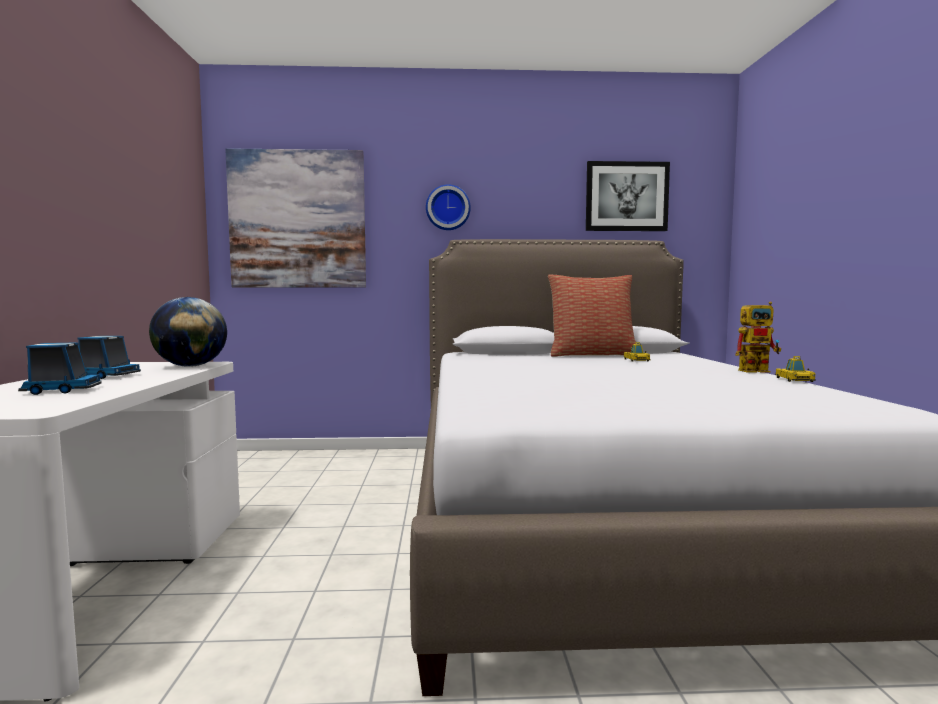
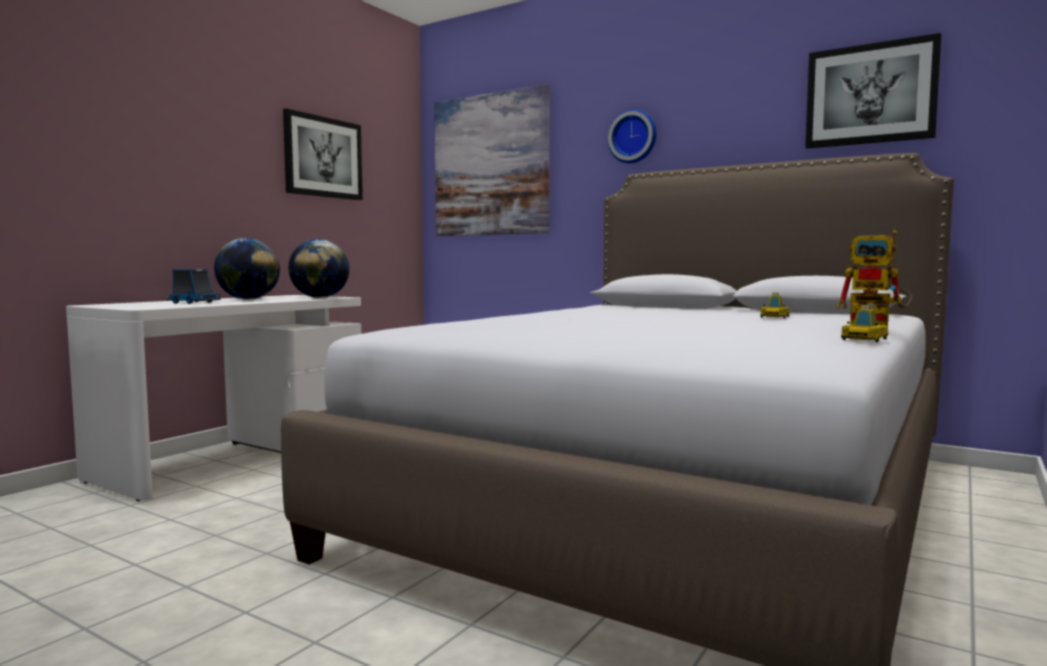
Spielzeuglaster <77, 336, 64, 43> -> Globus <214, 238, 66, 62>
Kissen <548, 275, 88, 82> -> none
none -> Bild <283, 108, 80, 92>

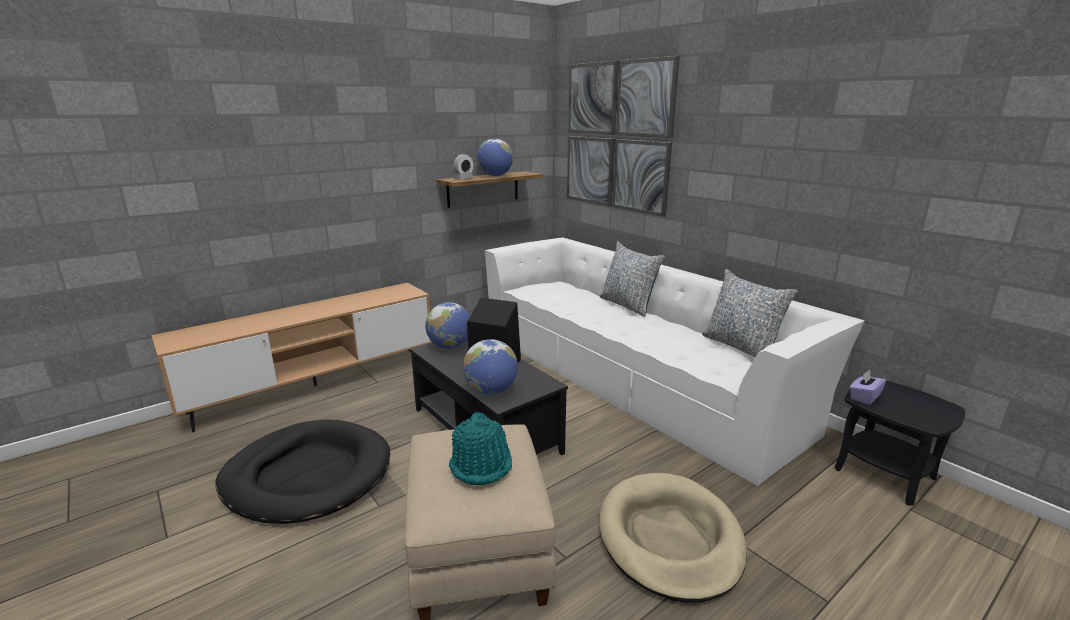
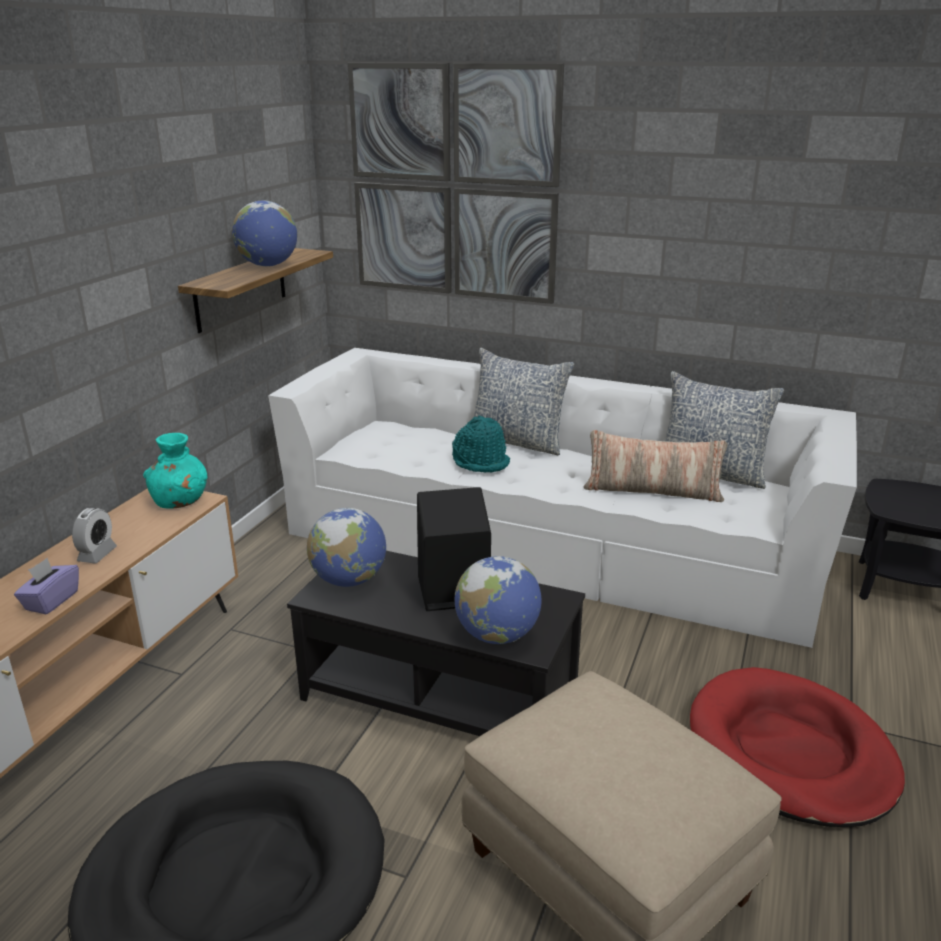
Hut/türkis <449, 412, 63, 73> -> Hut/türkis <452, 416, 58, 57>, shifted
Wecker <454, 154, 20, 25> -> Wecker <72, 508, 45, 56>, shifted
Hundebett/beige <599, 473, 148, 130> -> Hundebett/rot <690, 667, 215, 160>
Taschentuchbox/lila <850, 370, 36, 35> -> Taschentuchbox/lila <14, 558, 65, 56>, shifted
none -> Vase/türkis <143, 433, 64, 76>
none -> Kissen <584, 430, 143, 72>

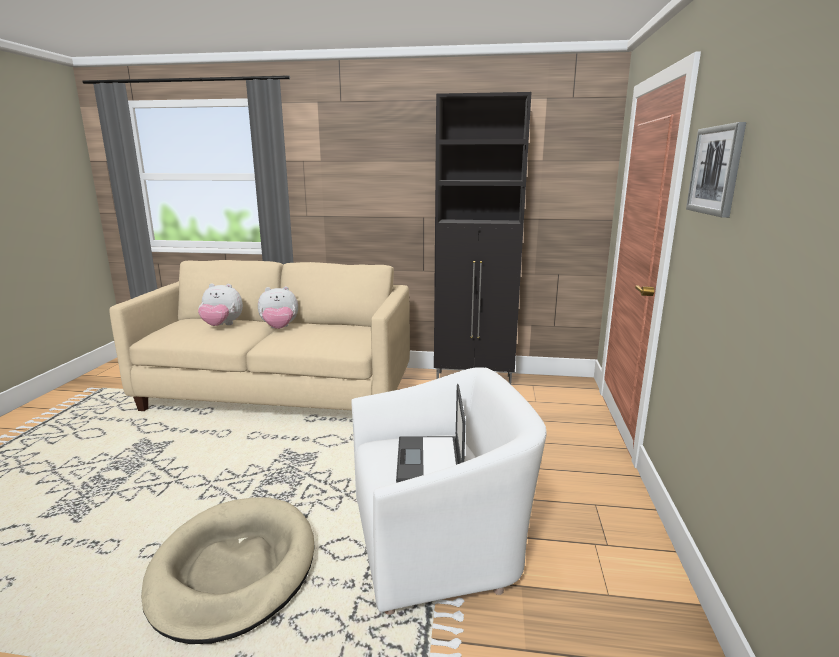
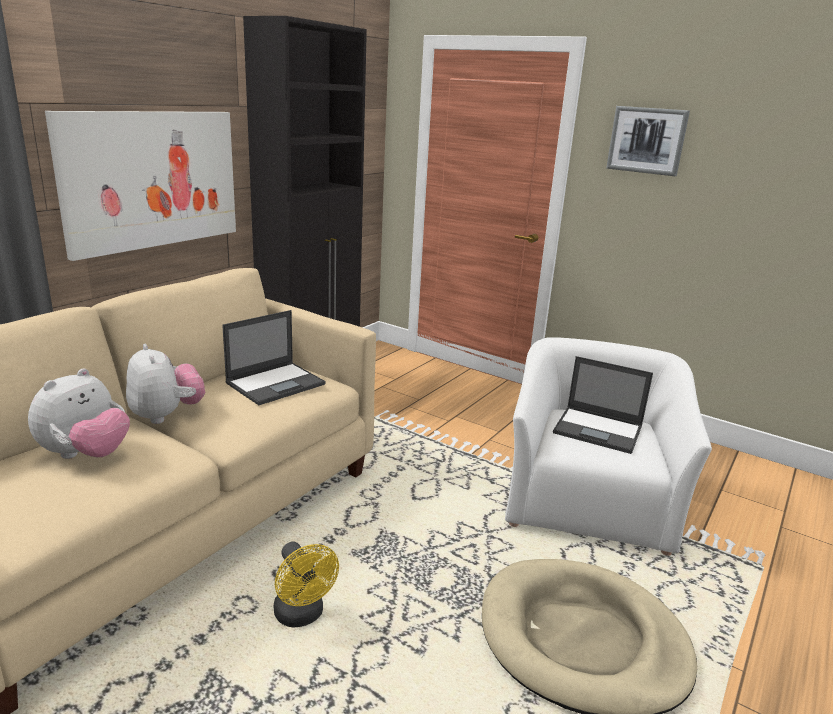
Plüschtier <258, 286, 40, 43> -> Plüschtier <126, 344, 79, 80>, 45 degrees counterclockwise
none -> Bild <45, 111, 191, 150>
none -> Laptop <222, 310, 104, 95>
none -> Ventilator/gelb <274, 541, 65, 86>

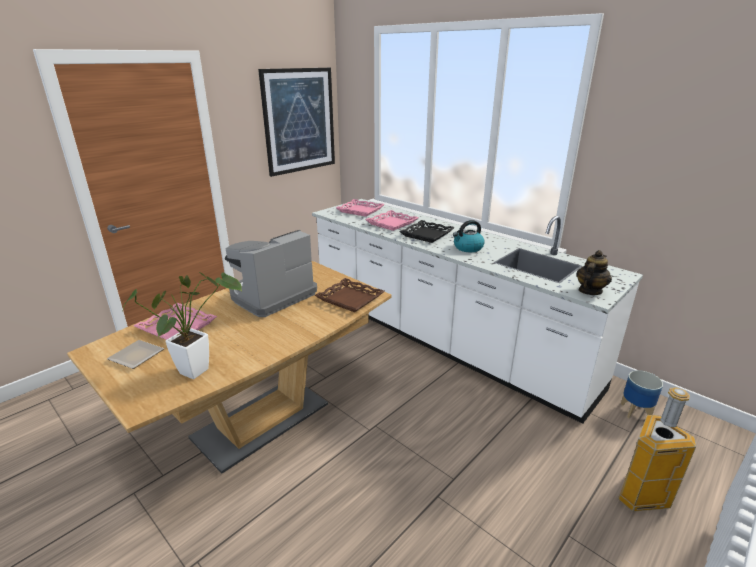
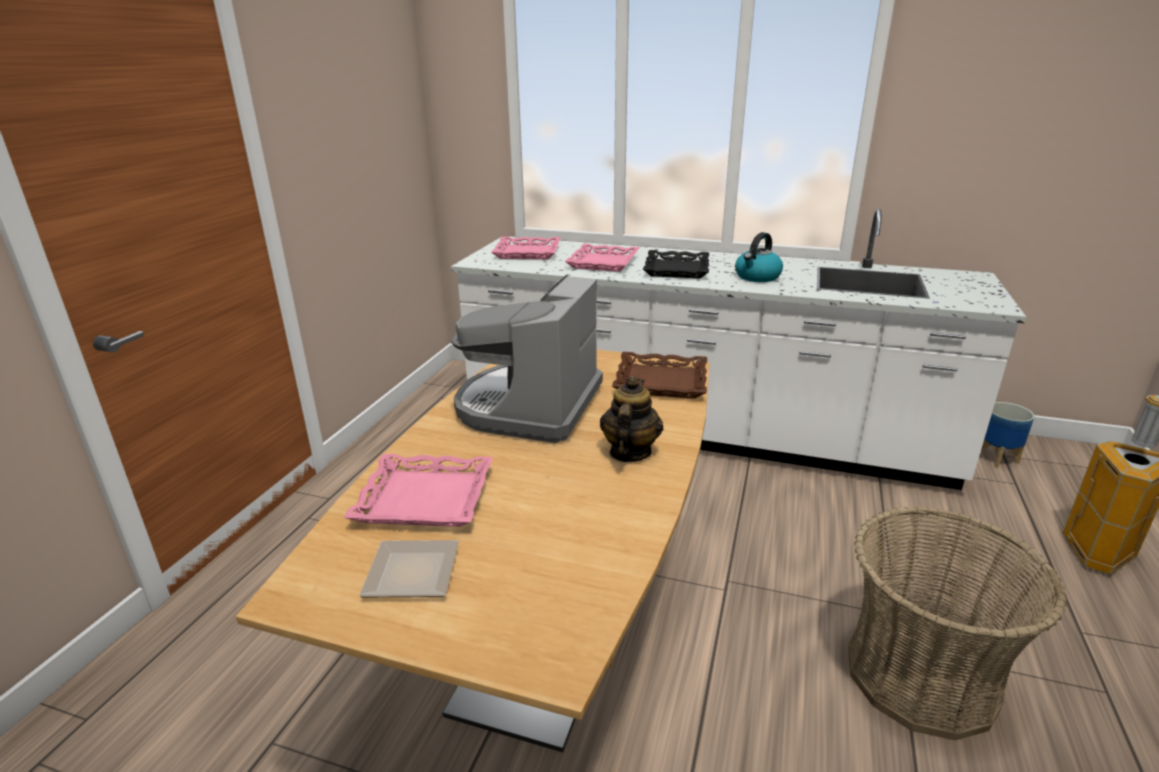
Topfpflanze <123, 272, 119, 107> -> none
Bild <258, 68, 77, 109> -> none
Teekanne <576, 250, 36, 45> -> Teekanne <600, 376, 64, 86>, shifted
none -> Korb <848, 507, 219, 233>

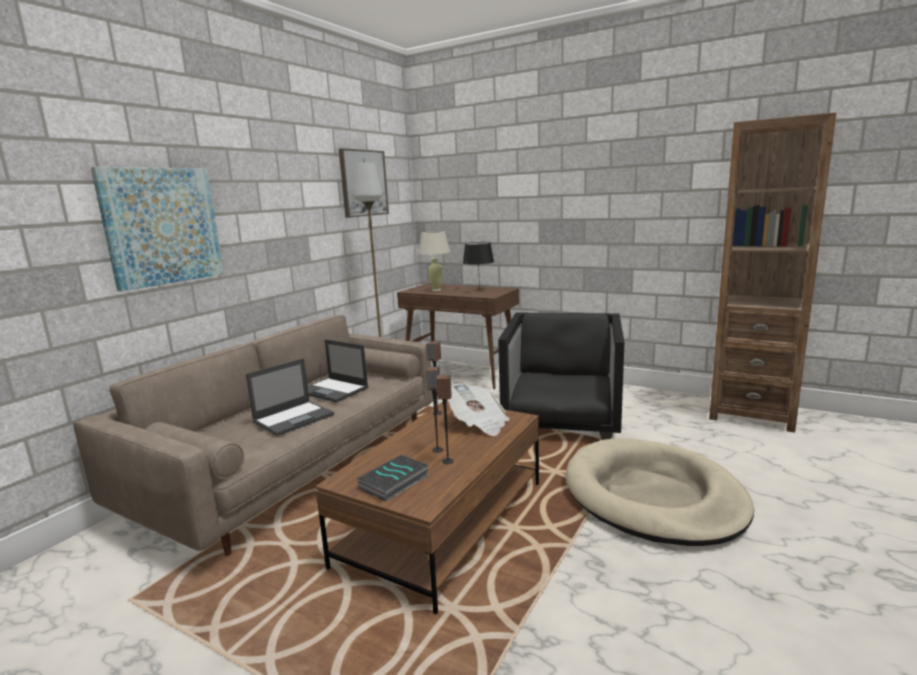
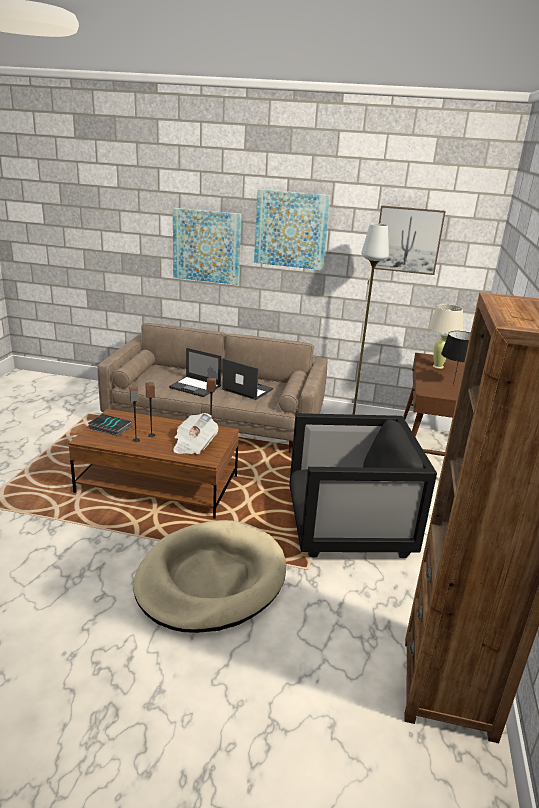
Laptop <308, 339, 60, 63> -> Laptop <222, 358, 51, 42>, 105 degrees clockwise
none -> Bild <254, 189, 77, 81>

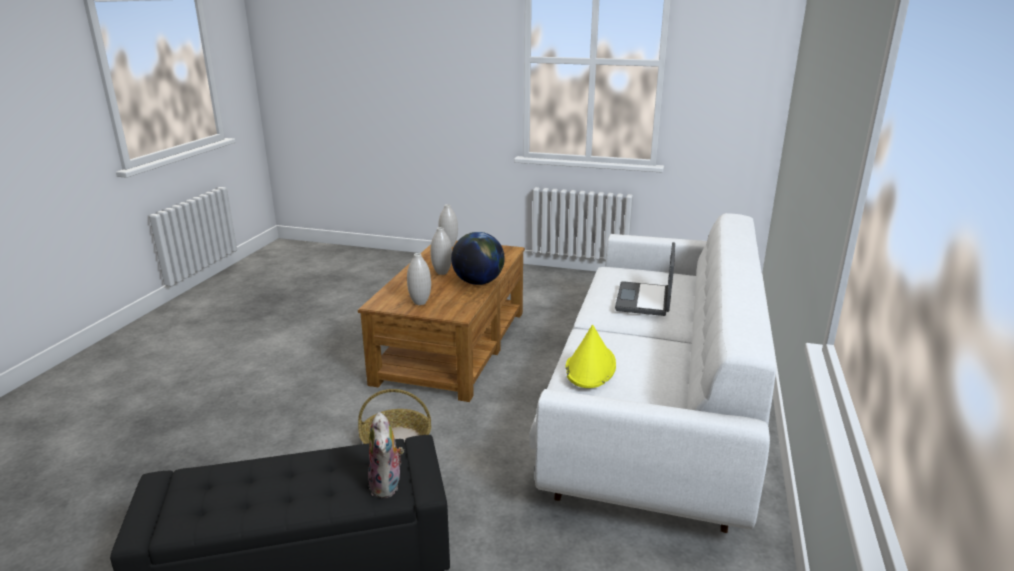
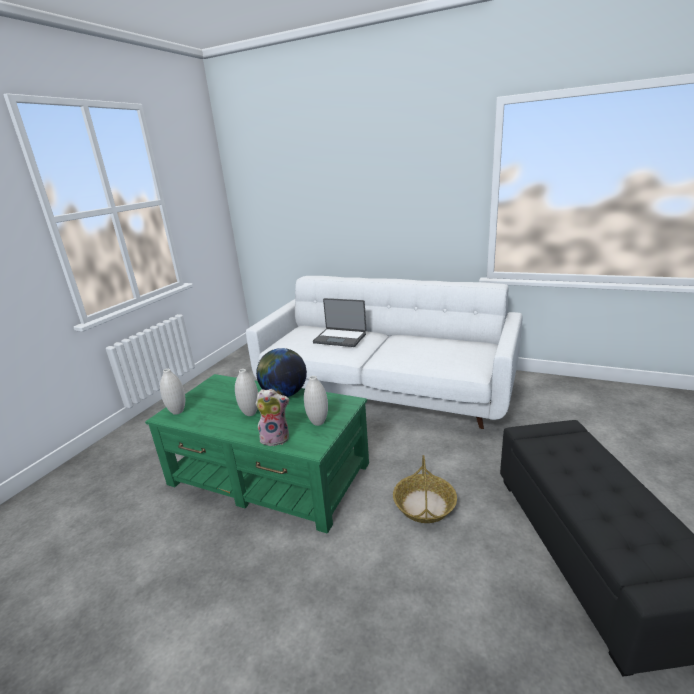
Couchtisch/braun <358, 241, 167, 161> -> Couchtisch/grün <145, 374, 224, 160>
Plüschtier <368, 412, 36, 86> -> Plüschtier <255, 389, 34, 57>, shifted
Hut/gelb <565, 325, 51, 63> -> none

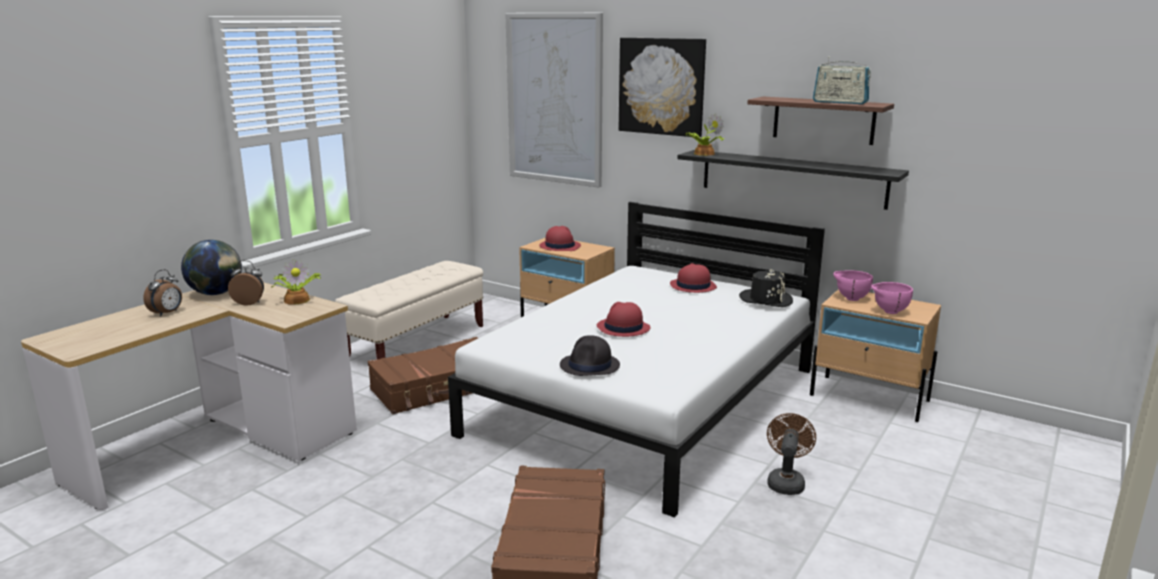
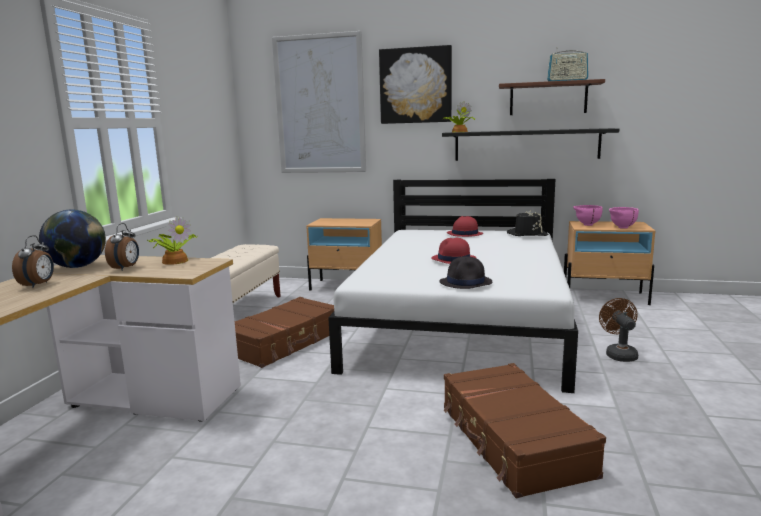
Wecker <228, 260, 36, 46> -> Wecker <105, 223, 34, 48>, 120 degrees clockwise
Hut/rot <540, 226, 41, 25> -> none

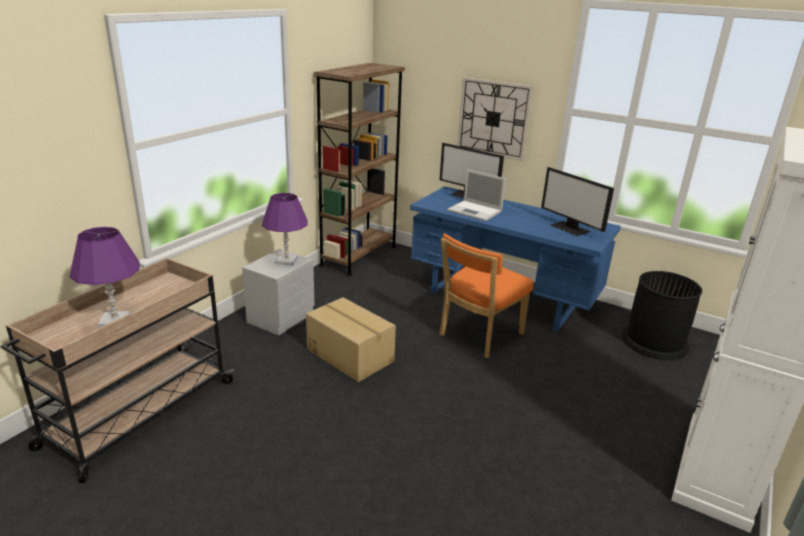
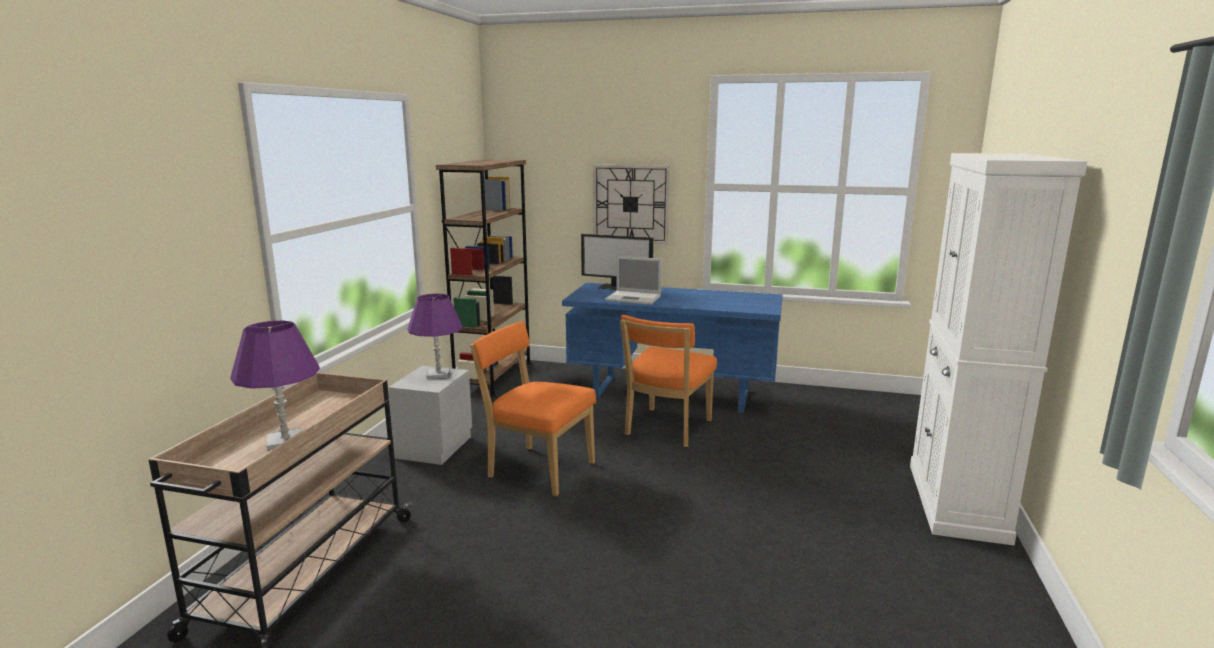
Karton <306, 297, 90, 85> -> Stuhl/orange <470, 321, 126, 176>
Monitor <541, 167, 73, 69> -> none
Mülleimer/schwarz <622, 271, 80, 89> -> none

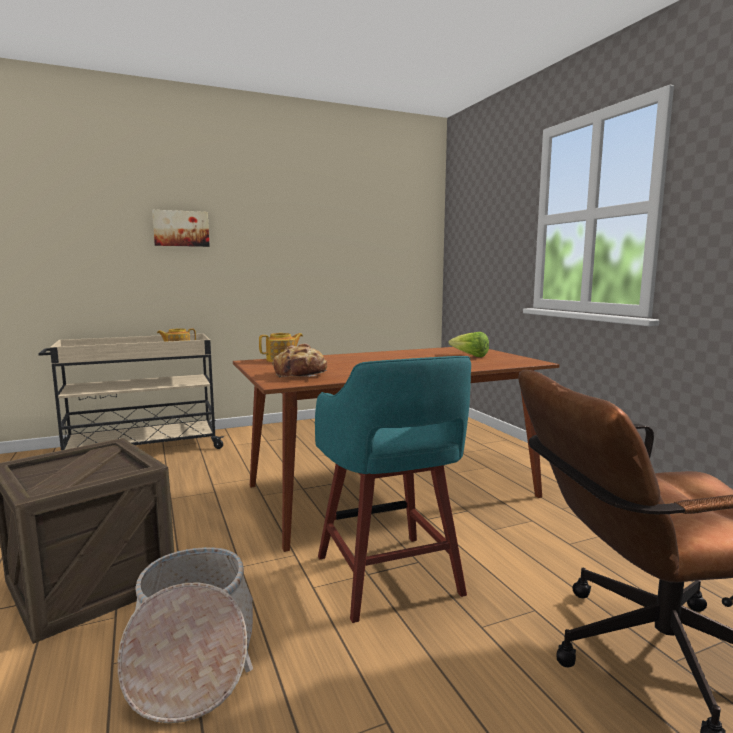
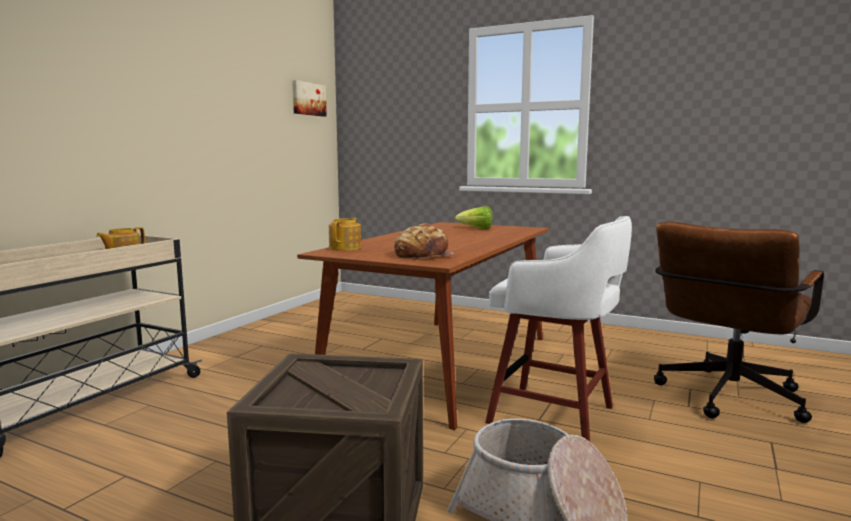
Bild <152, 210, 58, 37> -> Bild <292, 80, 35, 37>, shifted
Hocker/türkis <315, 356, 156, 267> -> Hocker/weiß <485, 216, 147, 226>

